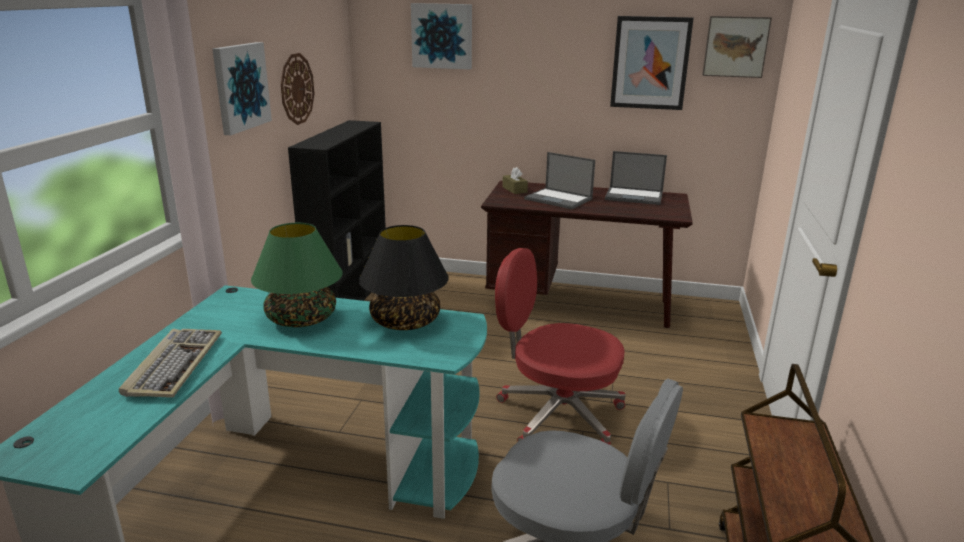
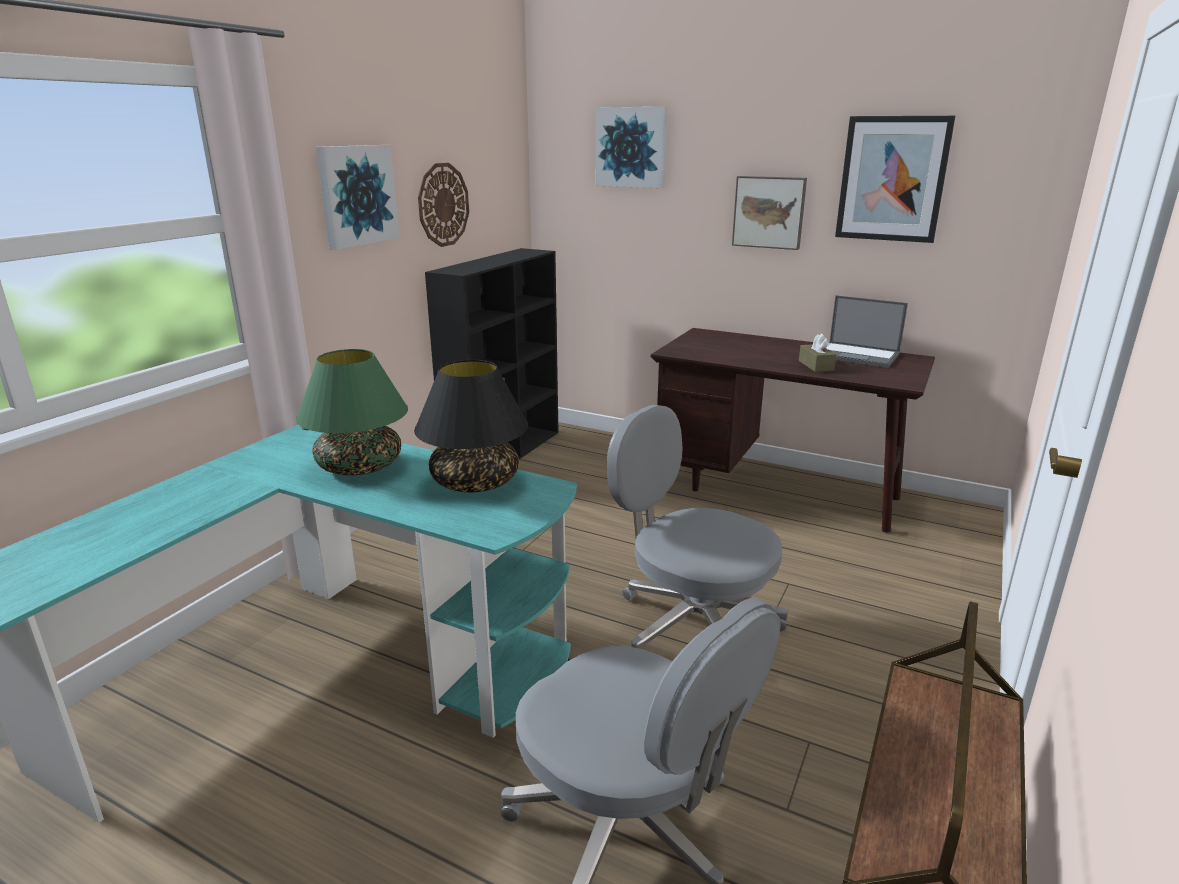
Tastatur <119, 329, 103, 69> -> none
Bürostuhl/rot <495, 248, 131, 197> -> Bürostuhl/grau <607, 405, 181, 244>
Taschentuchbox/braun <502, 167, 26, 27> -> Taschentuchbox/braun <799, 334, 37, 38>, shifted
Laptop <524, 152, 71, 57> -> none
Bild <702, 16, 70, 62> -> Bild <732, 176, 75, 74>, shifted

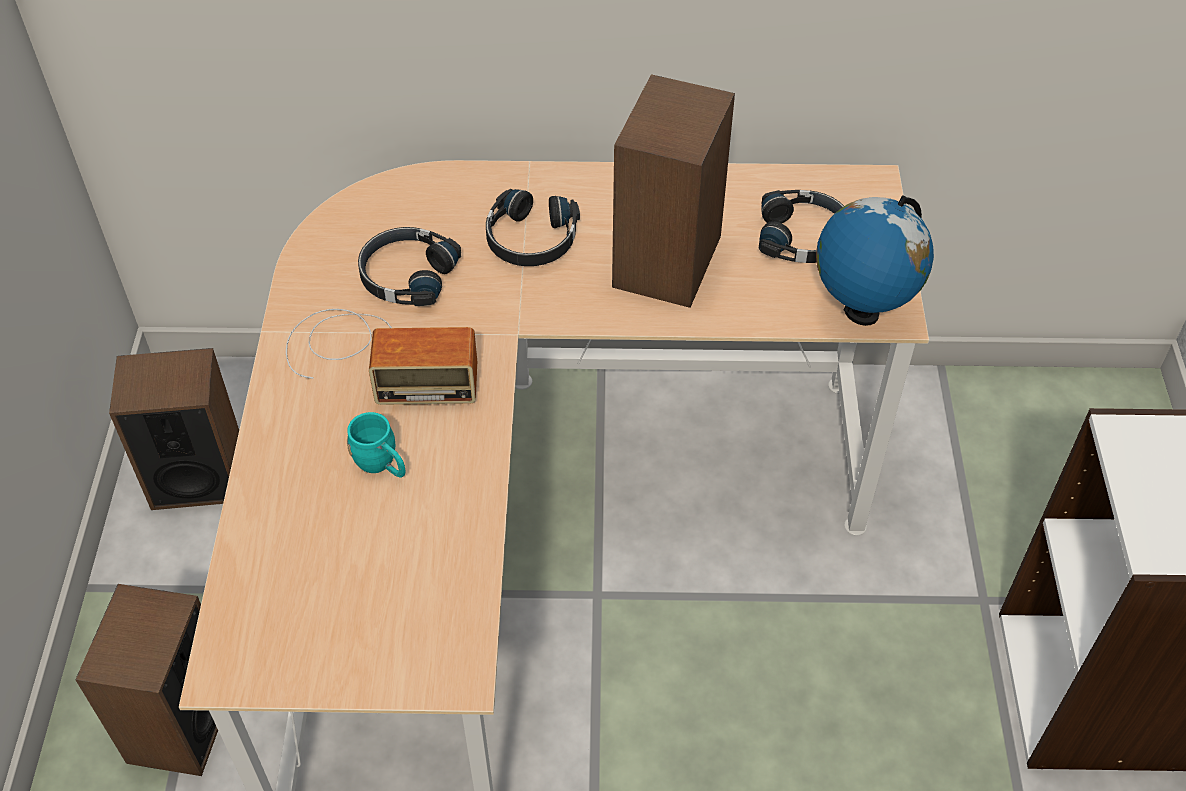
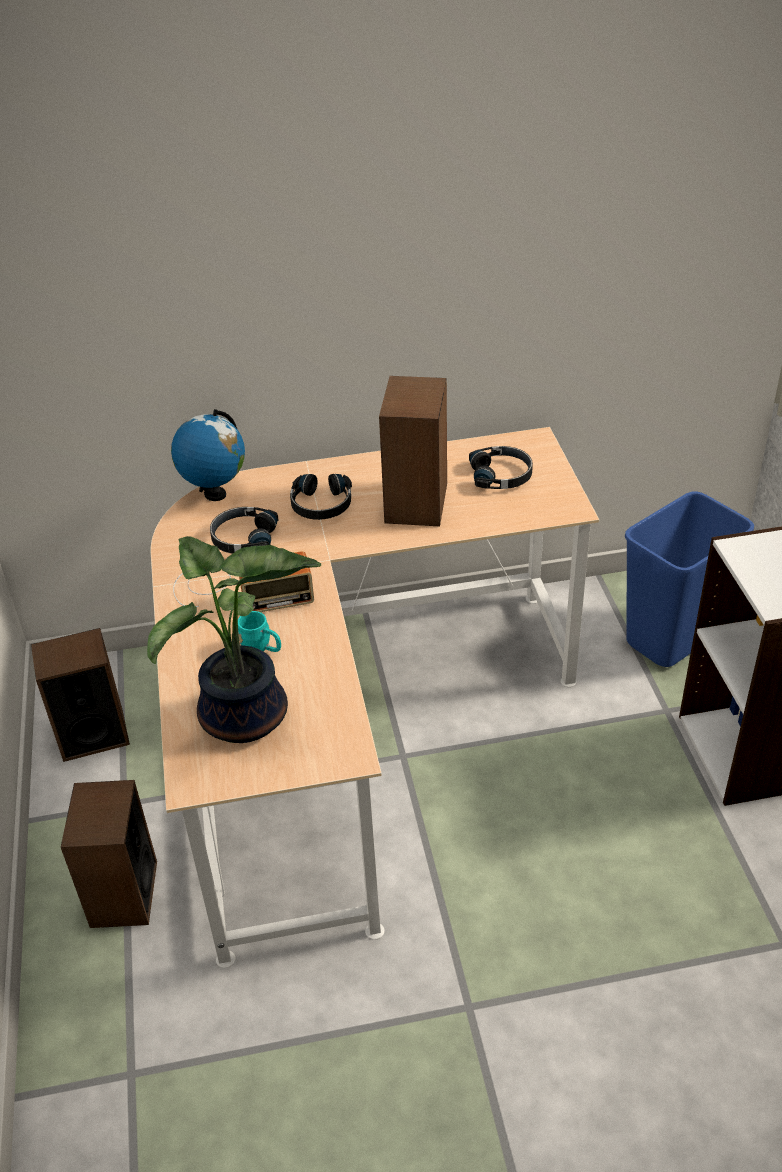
Globus <816, 196, 118, 130> -> Globus <171, 409, 74, 92>, shifted
none -> Topfpflanze <147, 536, 175, 207>
none -> Mülleimer/blau <625, 491, 129, 176>

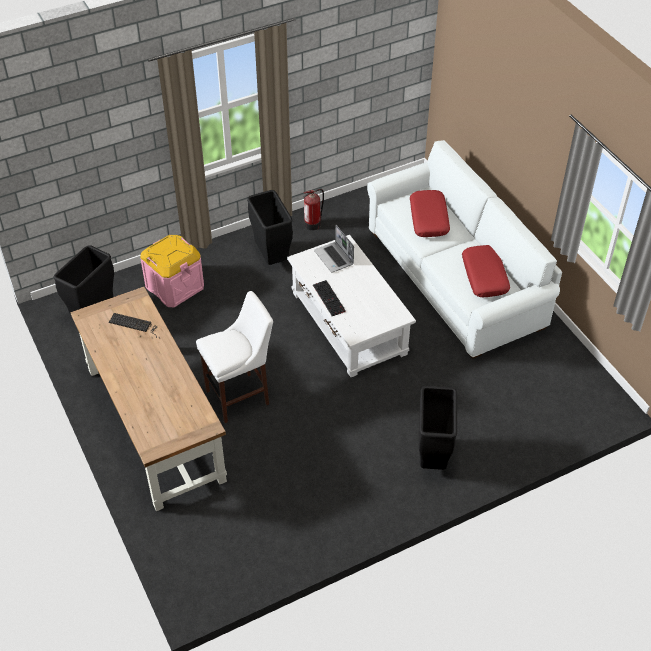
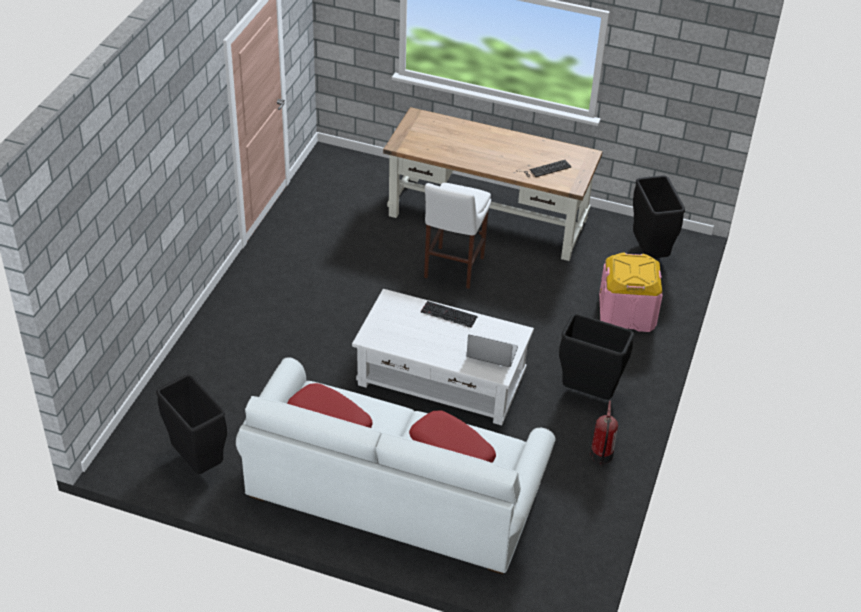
Mülleimer/schwarz <418, 386, 39, 84> -> Mülleimer/schwarz <156, 374, 71, 100>, shifted

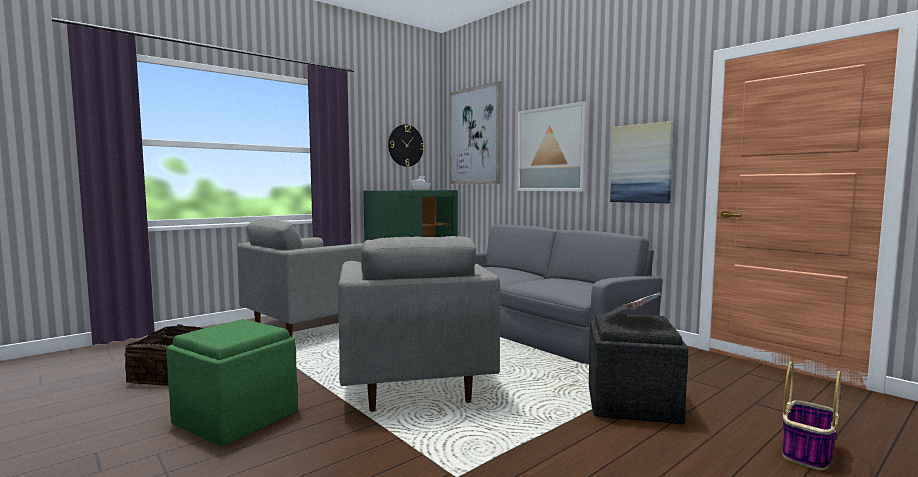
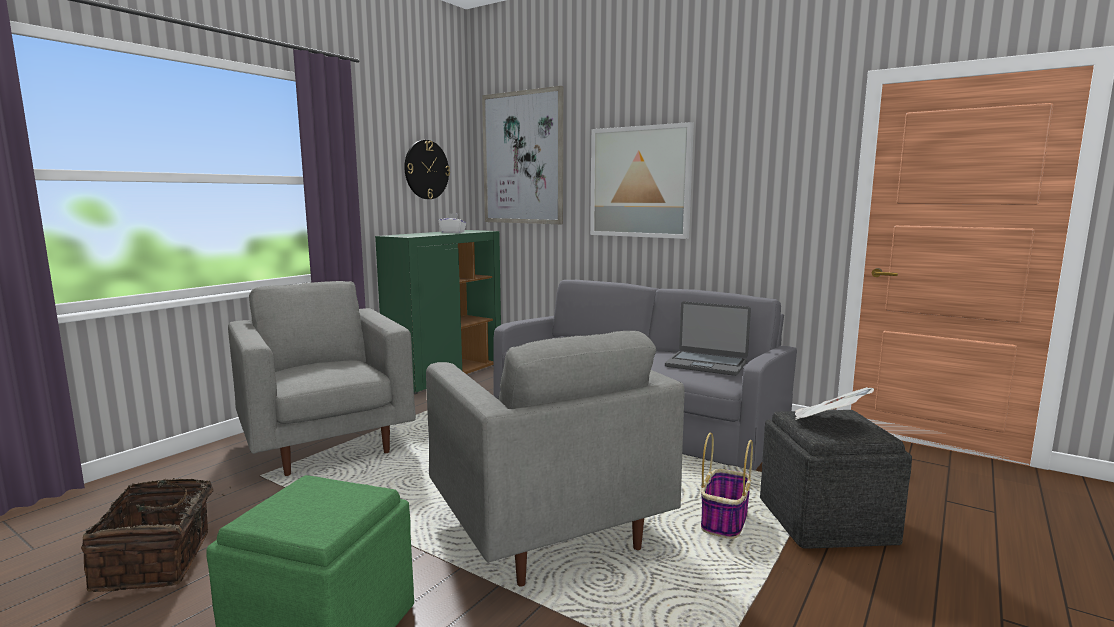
Sessel/grau <237, 219, 126, 118> -> Sessel/grau <228, 281, 188, 195>, 120 degrees clockwise
Bild <610, 121, 64, 82> -> none
Korb <782, 361, 59, 110> -> Korb <701, 433, 52, 106>, shifted
none -> Laptop <665, 301, 86, 75>

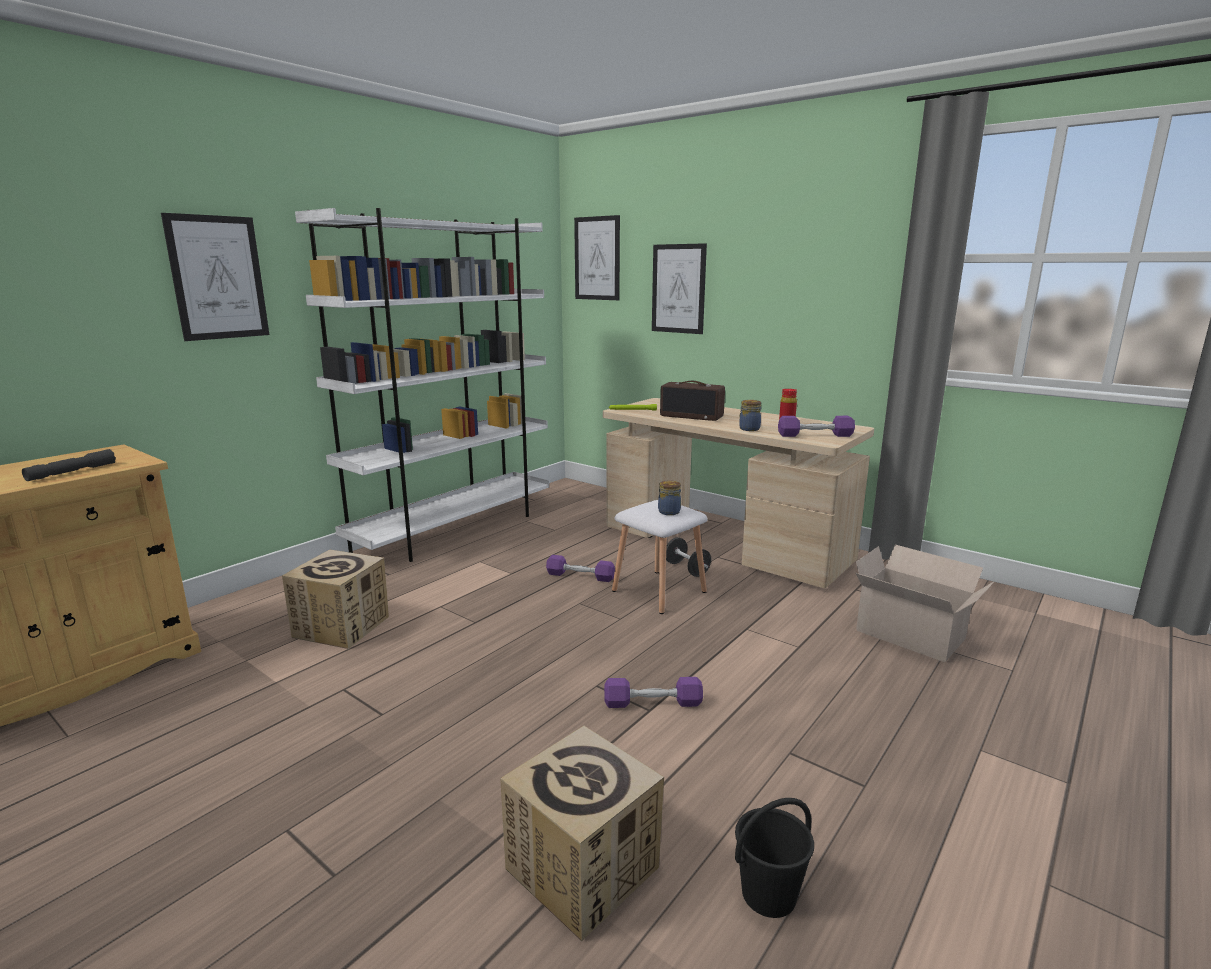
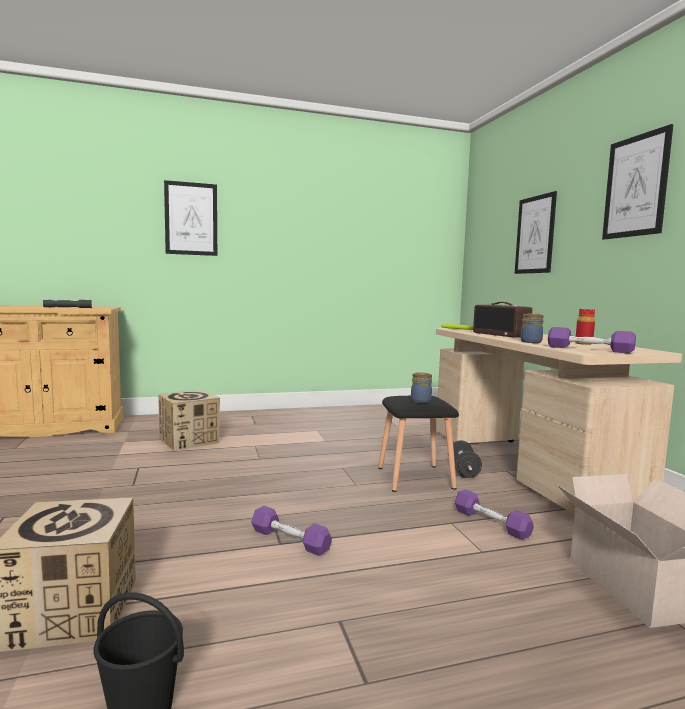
Bücherregal/weiß <295, 208, 254, 354> -> none
Hantel/lila <546, 555, 69, 27> -> Hantel/lila <455, 489, 79, 51>, shifted
Bild <574, 215, 46, 85> -> Bild <602, 124, 71, 115>, shifted
Hocker/weiß <612, 500, 96, 114> -> Hocker/schwarz <378, 396, 81, 96>

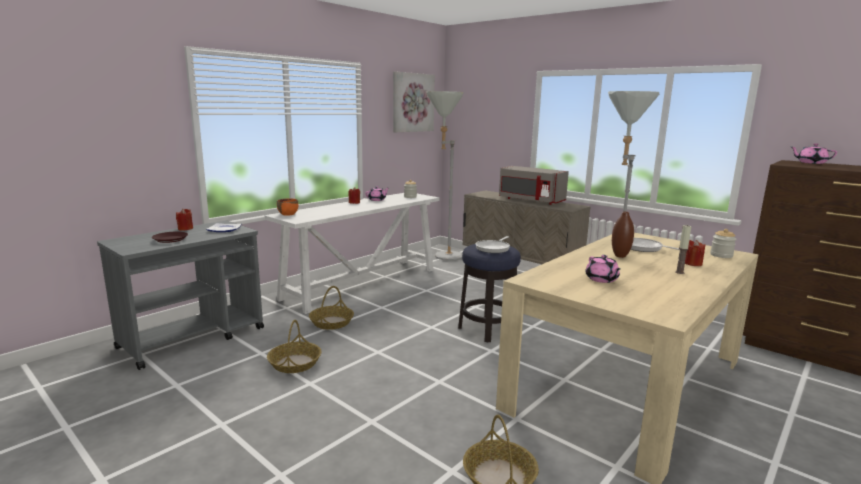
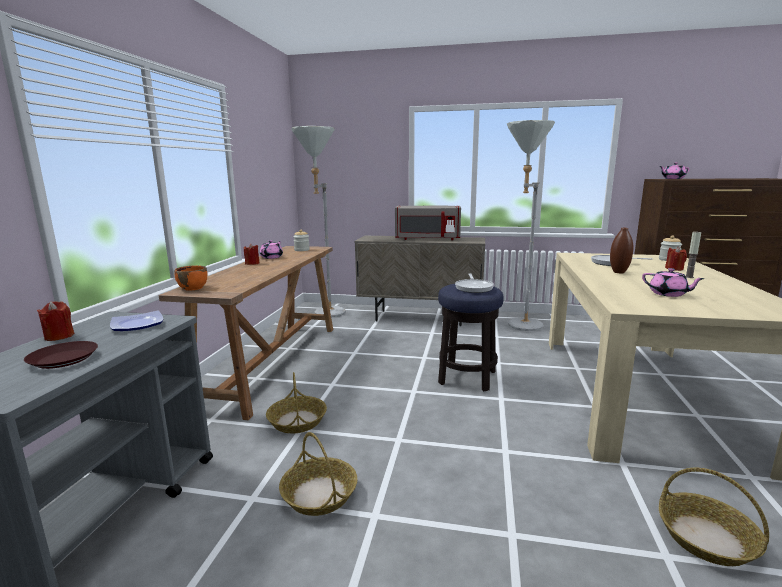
Konsolentisch/weiß <264, 193, 175, 121> -> Konsolentisch/braun <159, 246, 174, 174>
Bild <393, 71, 42, 61> -> none

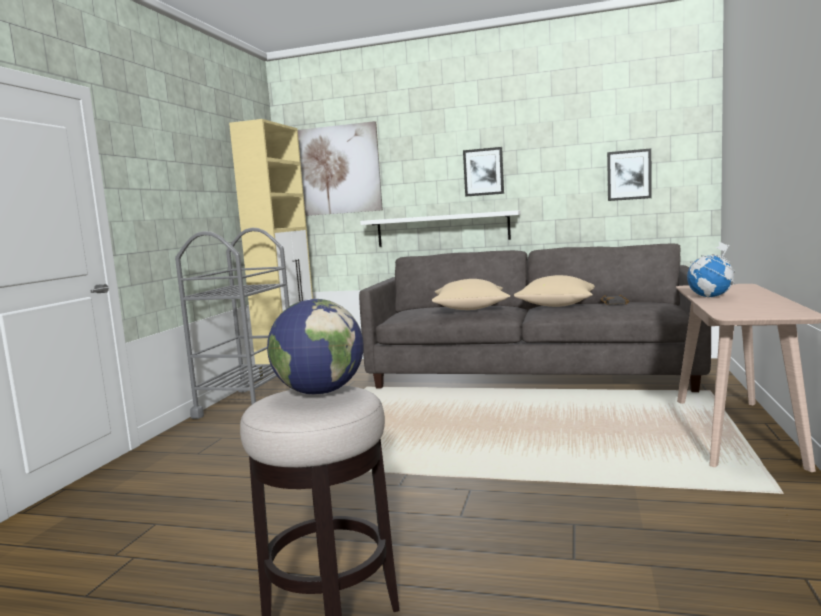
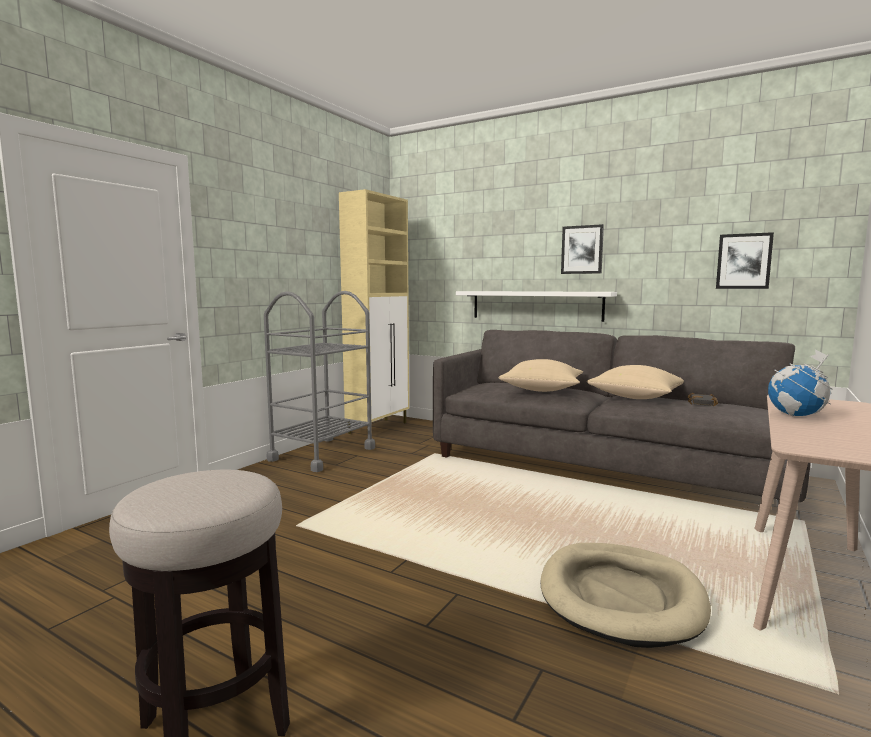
Globus <267, 299, 97, 96> -> none
Bild <298, 121, 85, 95> -> none
none -> Hundebett/beige <540, 543, 171, 105>

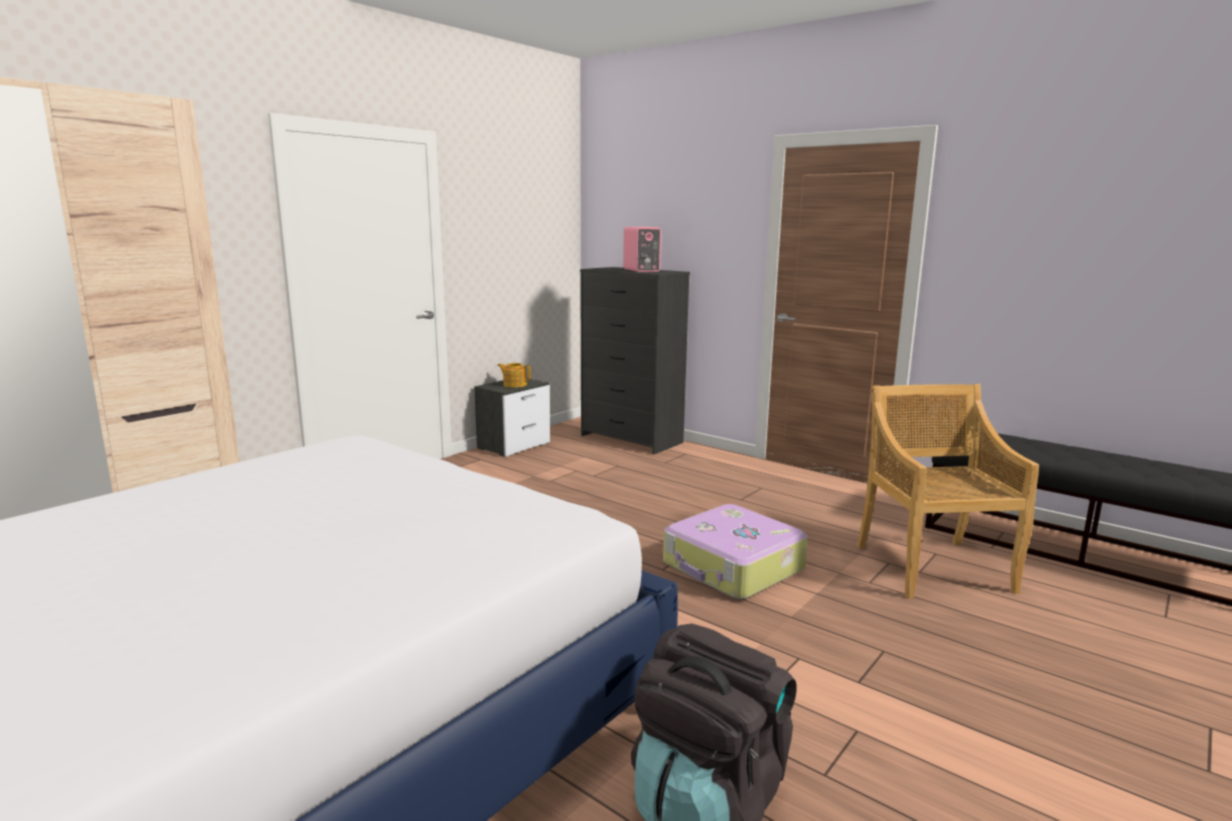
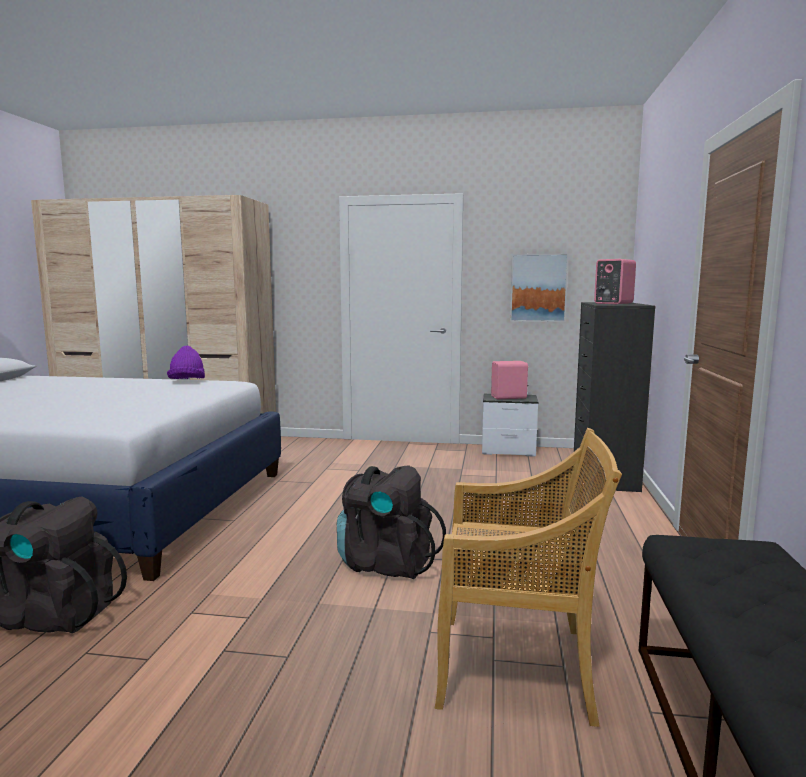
Teekanne <498, 363, 33, 25> -> Lautsprecher/rosa <491, 361, 38, 38>
Koffer <663, 504, 145, 96> -> Rucksack/schwarz <337, 465, 109, 114>
Stuhl/beige <857, 384, 182, 215> -> Stuhl/beige <434, 428, 188, 299>, 45 degrees clockwise
none -> Hut/lila <167, 346, 38, 33>
none -> Bild <510, 254, 59, 68>

